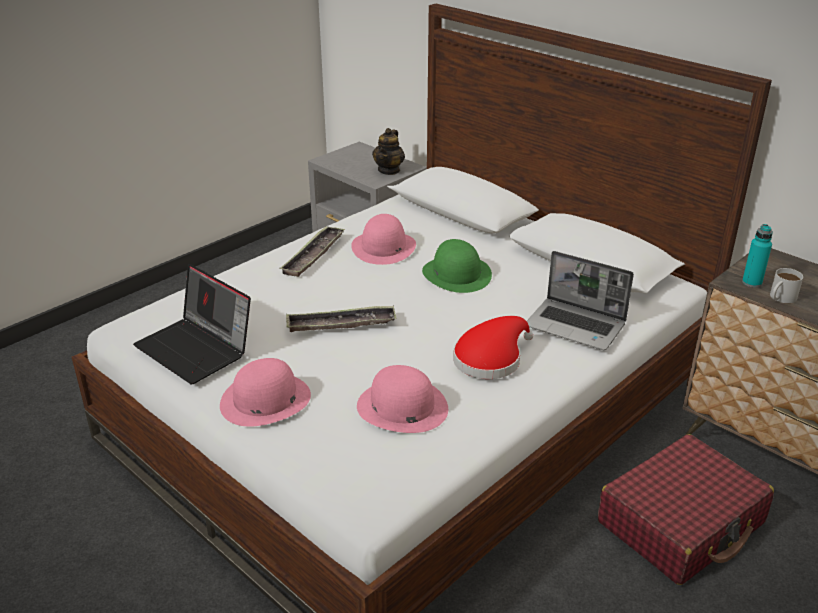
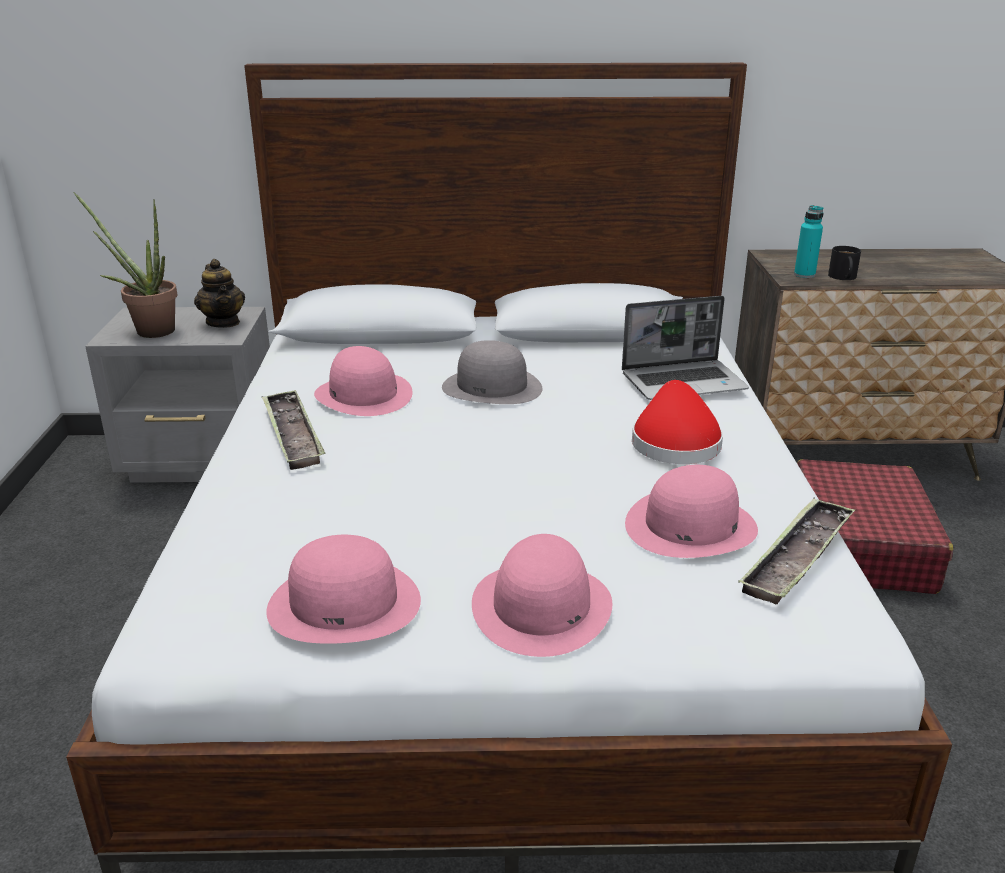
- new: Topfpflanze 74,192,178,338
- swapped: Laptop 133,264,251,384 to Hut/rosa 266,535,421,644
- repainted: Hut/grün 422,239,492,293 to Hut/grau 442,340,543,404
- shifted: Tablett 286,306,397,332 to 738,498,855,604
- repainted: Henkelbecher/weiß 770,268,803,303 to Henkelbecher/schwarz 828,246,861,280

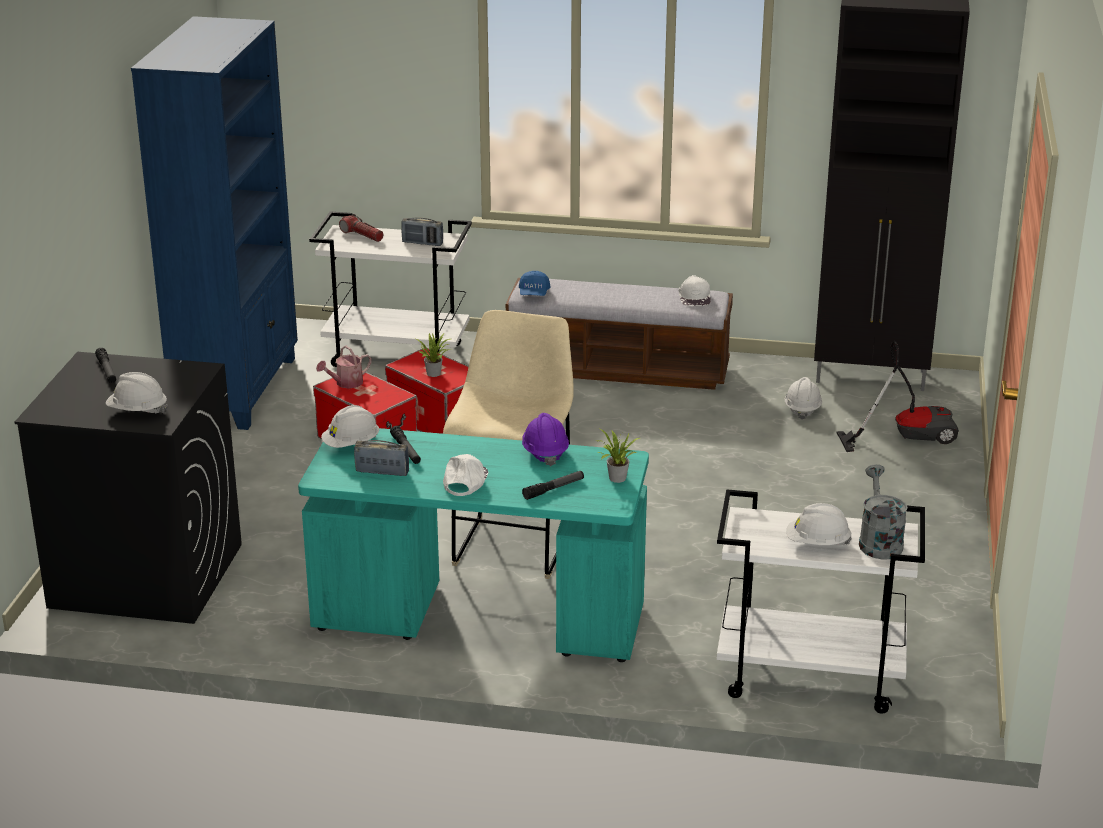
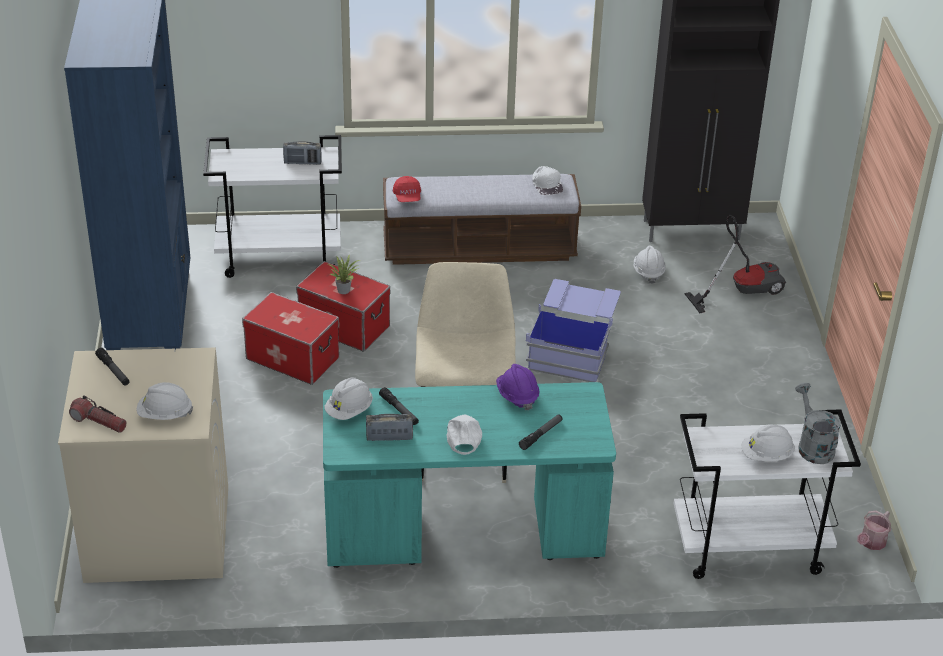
- repainted: Waschmaschine/schwarz 15,352,242,624 to Waschmaschine/beige 58,347,228,583
- shifted: Taschenlampe 339,214,384,242 to 69,395,127,433
- repainted: Kappe/blau 519,271,551,296 to Kappe/rot 393,176,421,202
- new: Aufbewahrungsbox/blau 526,279,621,382
- shifted: Gießkanne 316,346,371,389 to 857,511,891,550
- gone: Topfpflanze 597,429,640,483

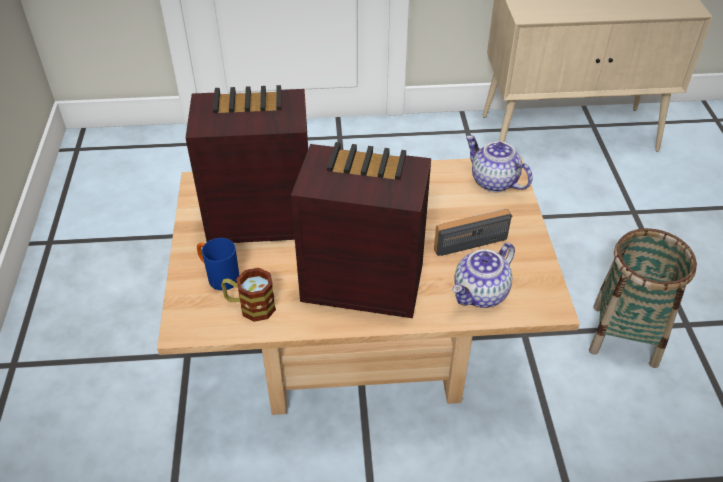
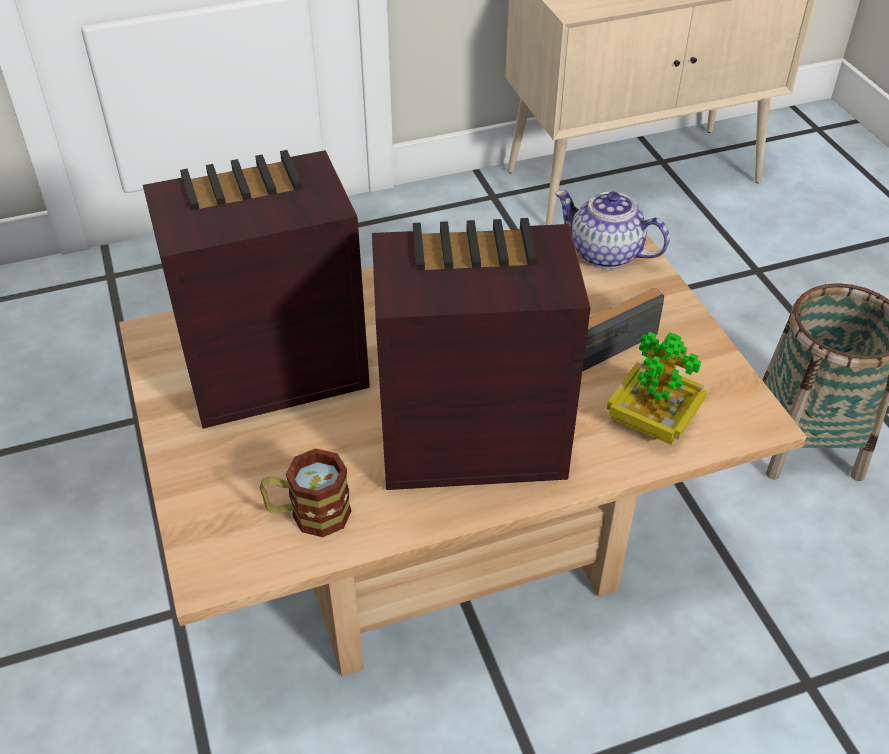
- swapped: Teekanne 452,242,515,308 to Topfpflanze 607,332,707,445
- gone: Henkelbecher/blau 197,238,240,290

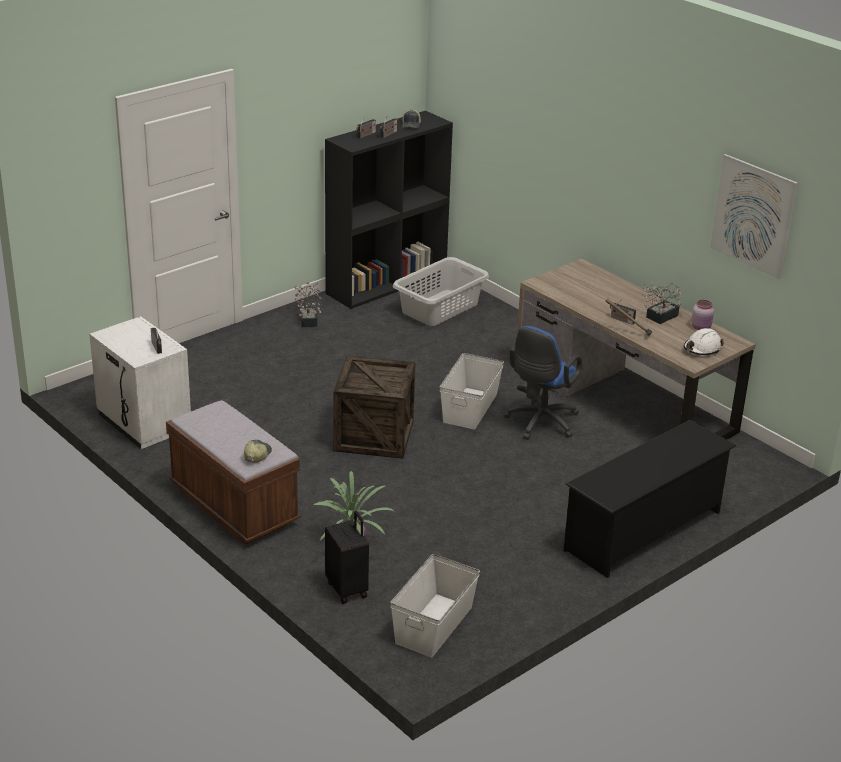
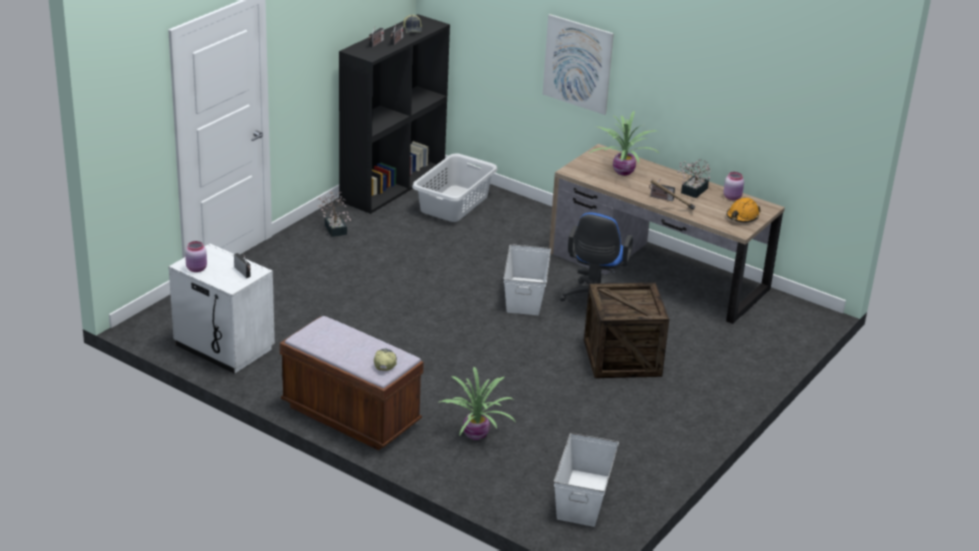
- new: Vorratsglas/rosa 185,241,207,272
- shifted: Bild 710,154,798,279 to 543,14,614,115
- shifted: Kiste 333,356,415,459 to 584,283,669,378
- new: Topfpflanze 590,111,660,176
- repainted: Schutzhelm/weiß 683,328,724,355 to Schutzhelm/orange 726,198,761,222
- gone: Koffer/schwarz 325,511,369,604
- gone: Schuhregal/schwarz 563,420,736,578

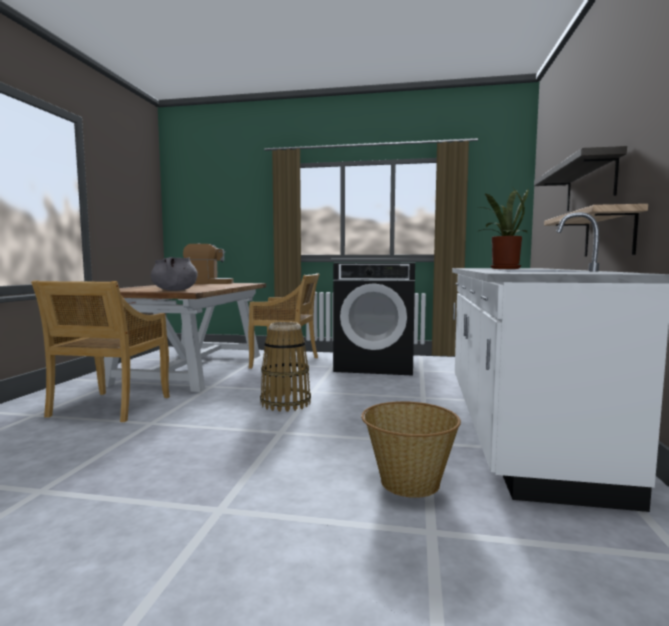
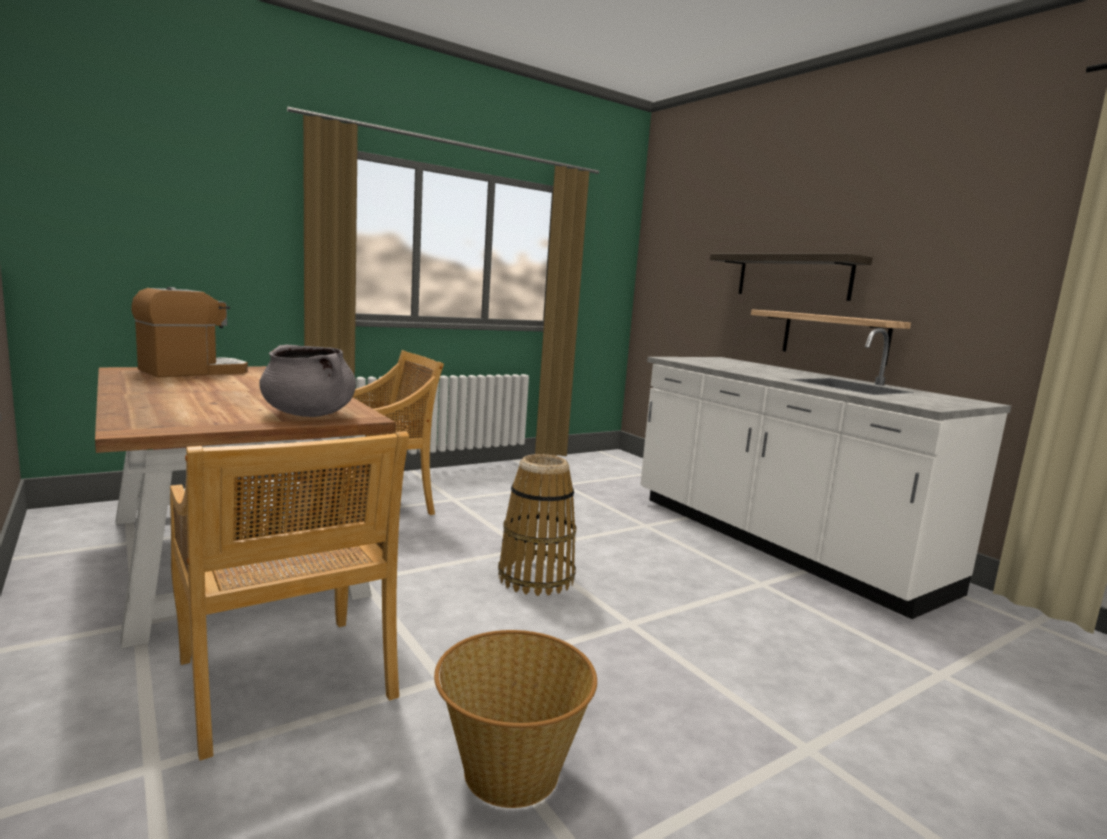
- shifted: Korb 361,401,461,498 to 434,630,597,808
- gone: Waschmaschine/schwarz 333,262,415,375
- gone: Topfpflanze 477,188,529,269

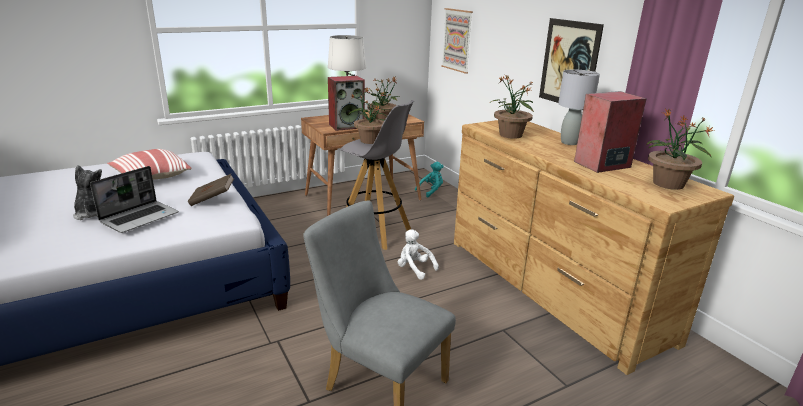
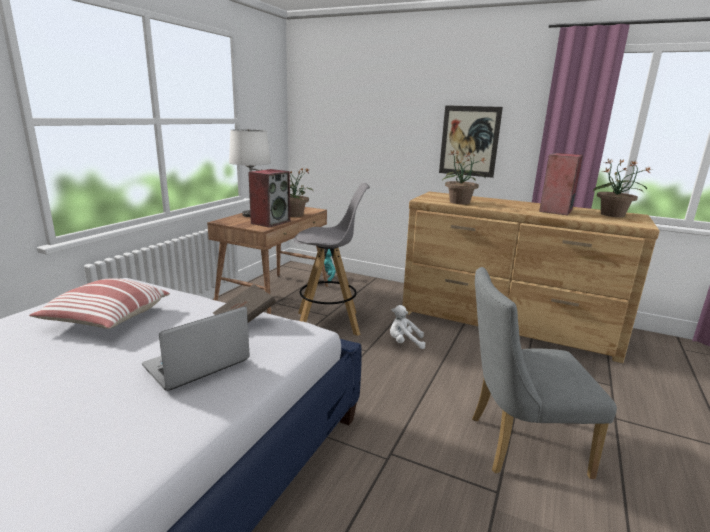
- rotated: Laptop 90,166,179,233 = 142,306,250,391 135 degrees counterclockwise
- gone: Plüschtier 73,165,102,220
- gone: Topfpflanze 348,88,387,144
- gone: Bild 441,8,473,74
- gone: Tischlampe/grau 558,70,600,145

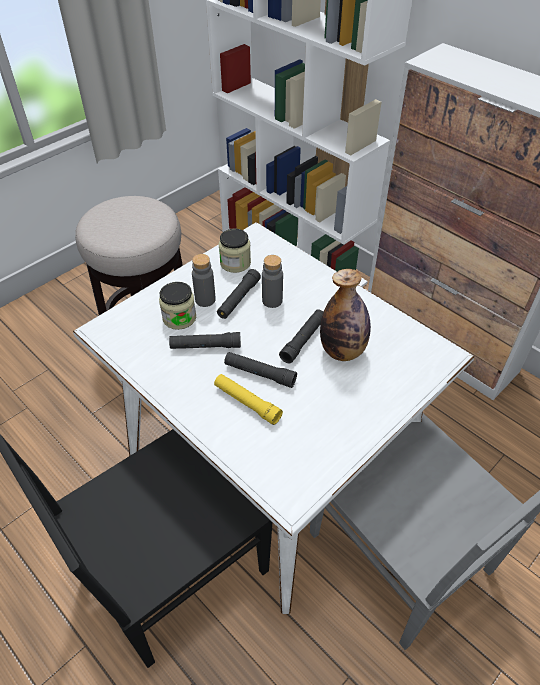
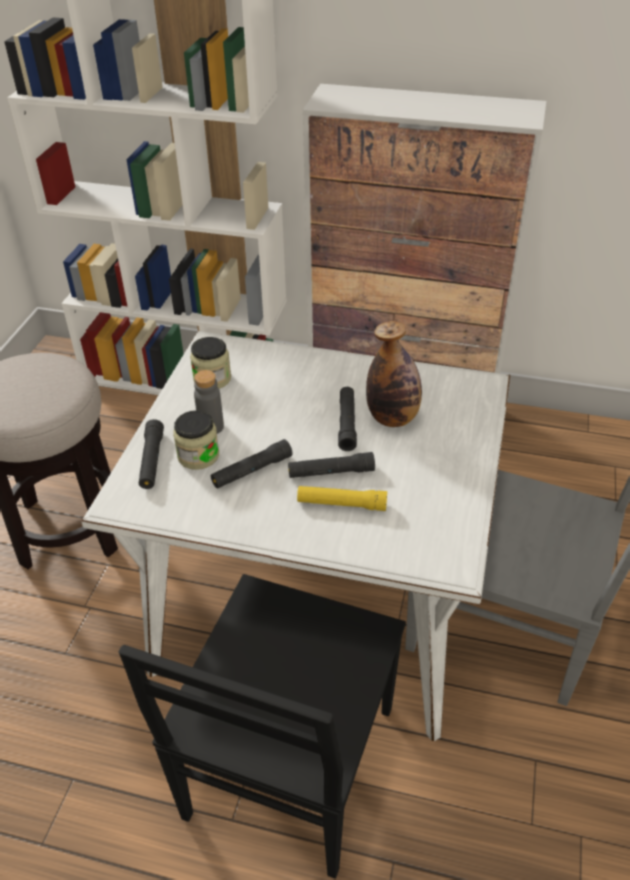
- shifted: Taschenlampe/schwarz 217,269,261,319 to 139,419,164,489
- gone: Flasche/grau 262,255,283,308

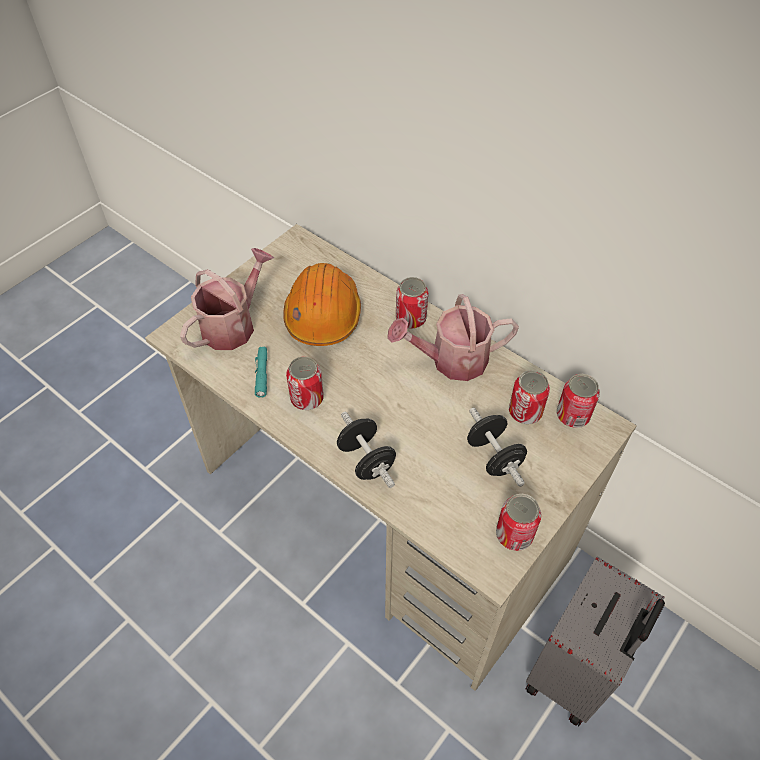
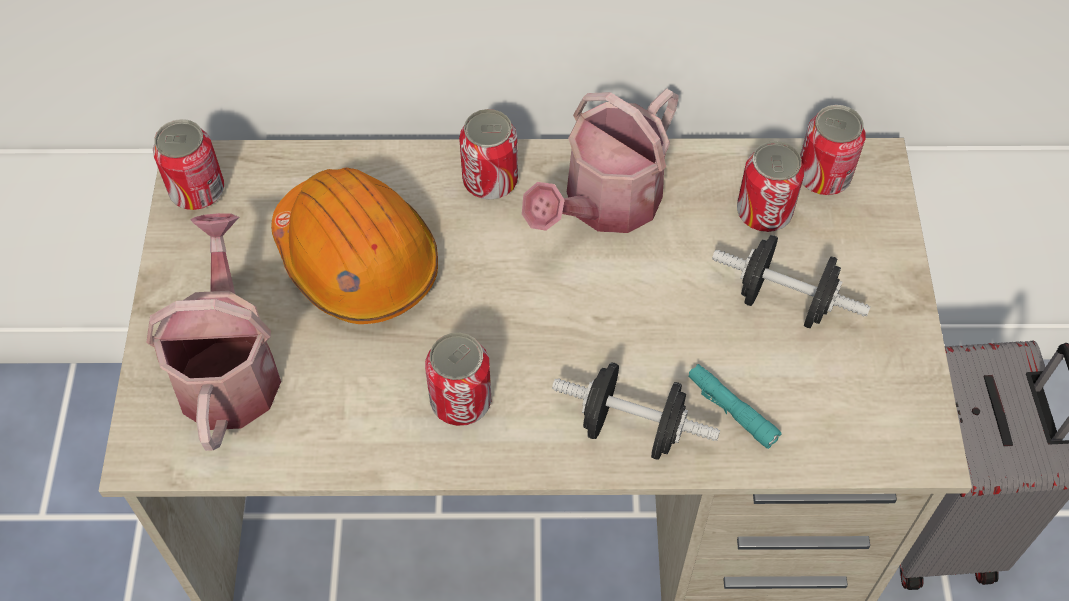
- shifted: Dose 496,494,541,551 to 153,119,224,210
- shifted: Taschenlampe/türkis 255,347,267,398 to 689,364,782,449

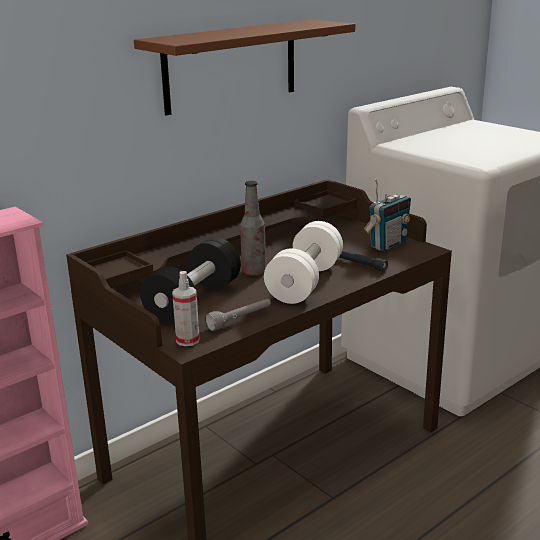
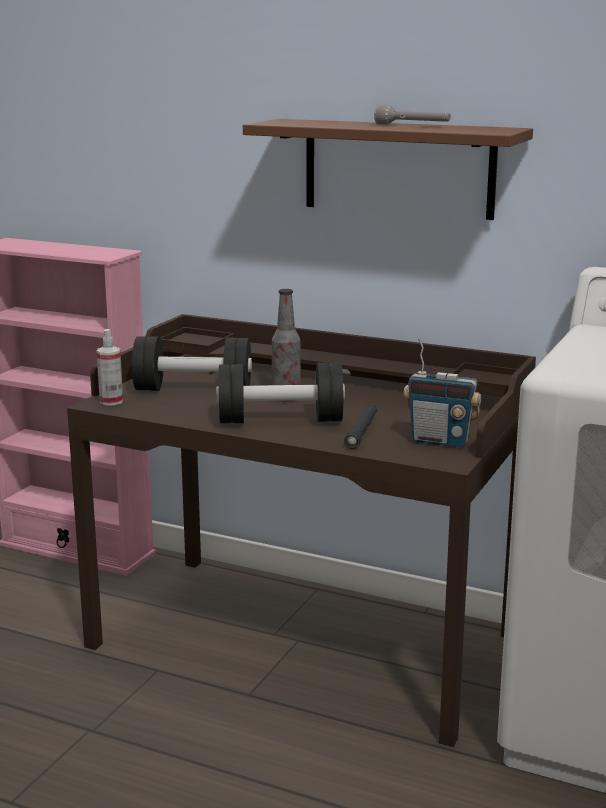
- repainted: Hantel/weiß 264,221,343,304 to Hantel/schwarz 216,363,345,423
- shifted: Taschenlampe/grau 205,299,271,331 to 374,104,451,125

